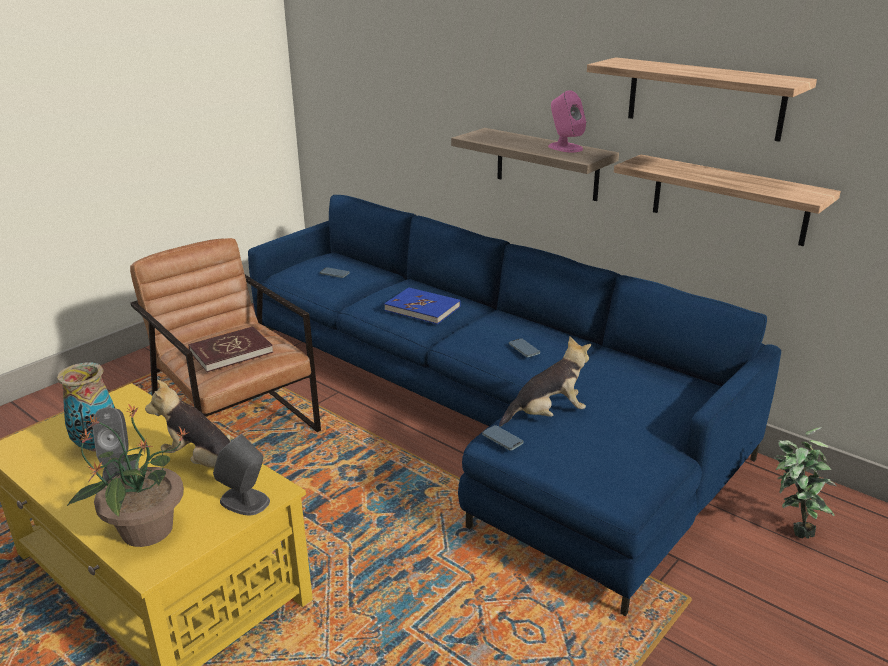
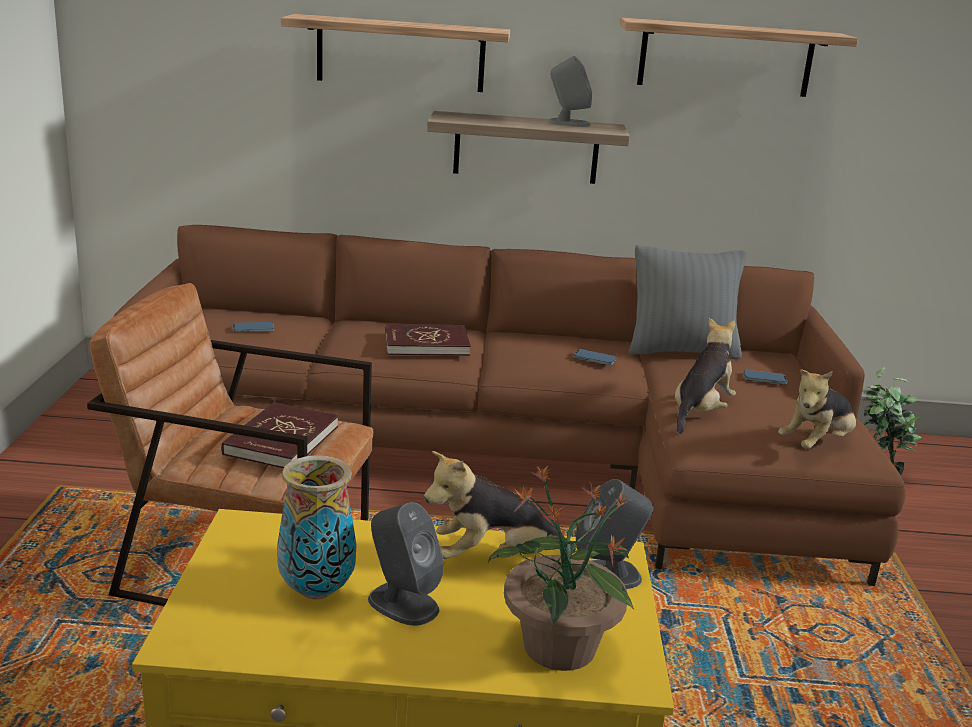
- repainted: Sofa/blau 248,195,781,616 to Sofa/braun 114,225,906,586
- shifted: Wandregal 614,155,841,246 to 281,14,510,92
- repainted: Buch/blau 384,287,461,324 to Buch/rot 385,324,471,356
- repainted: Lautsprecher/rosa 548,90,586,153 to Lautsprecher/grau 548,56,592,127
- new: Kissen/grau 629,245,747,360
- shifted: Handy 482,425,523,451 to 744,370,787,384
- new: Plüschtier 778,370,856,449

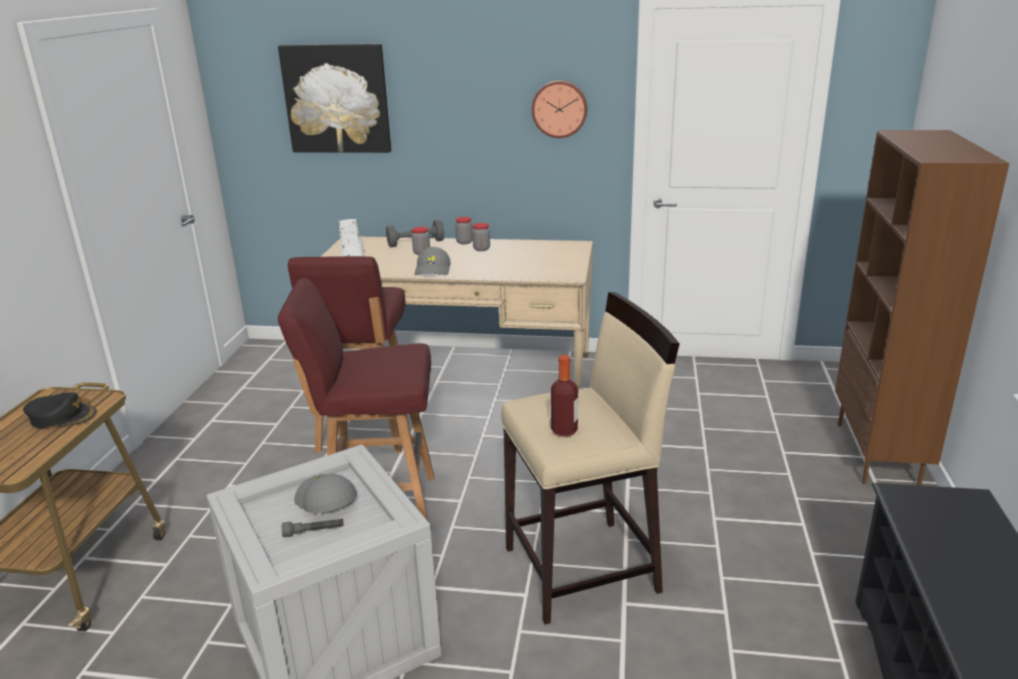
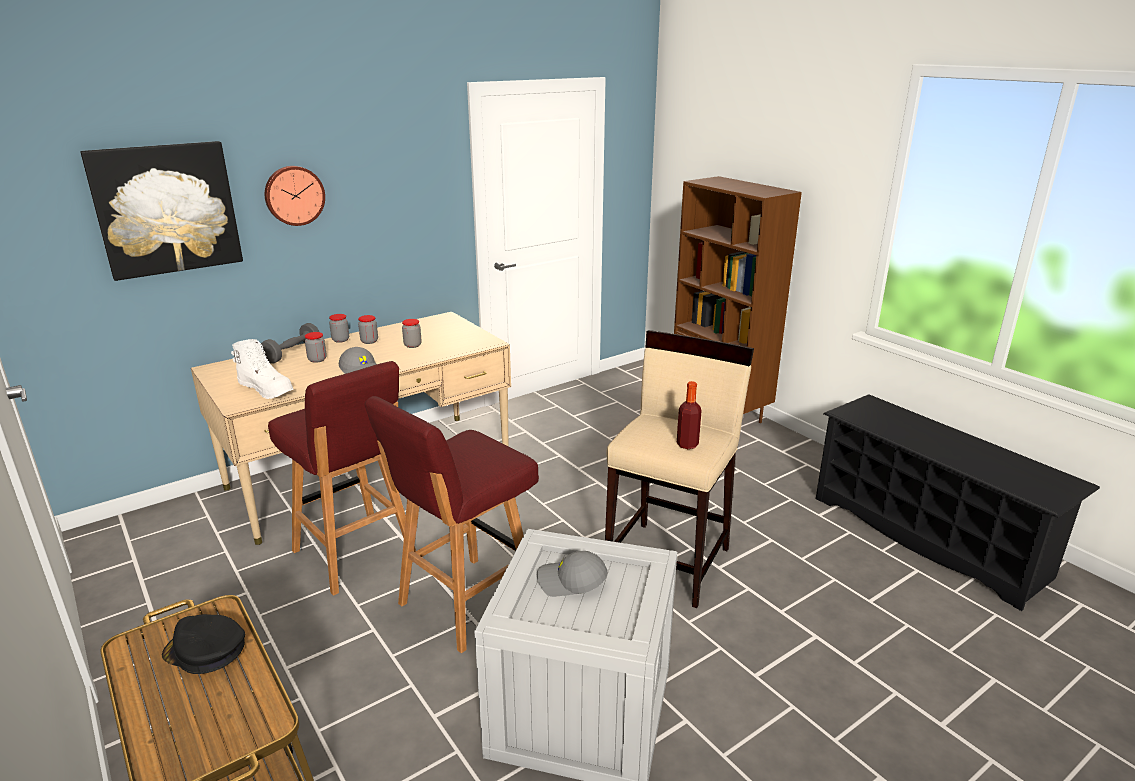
- rotated: Kappe/schwarz 23,392,97,428 = 162,614,245,674 120 degrees counterclockwise
- shifted: Wanduhr 532,80,587,138 to 265,166,325,226
- new: Vorratsglas 402,319,422,348
- gone: Taschenlampe/grau 282,519,344,537

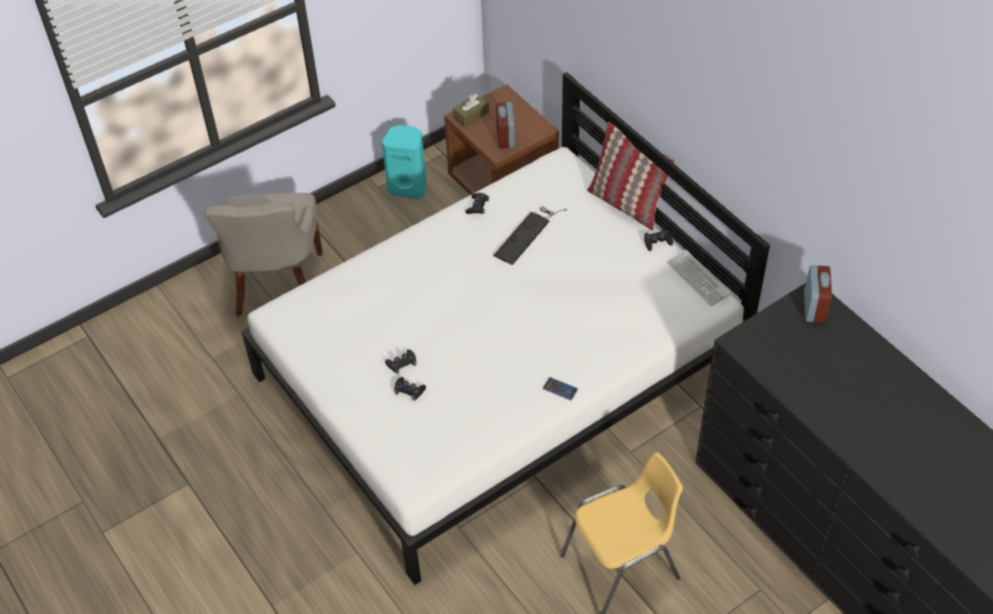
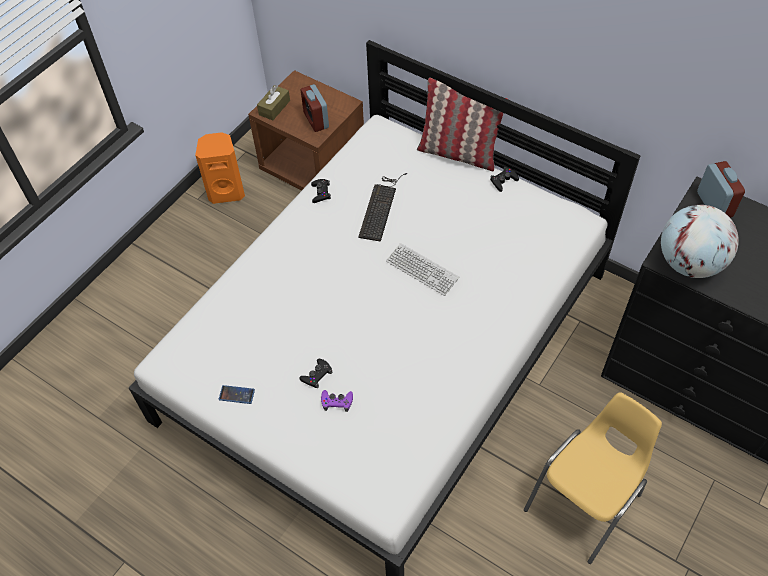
- repainted: Lautsprecher/türkis 382,125,426,199 to Lautsprecher/orange 195,132,245,204
- shifted: Handy 543,377,578,400 to 219,385,255,404
- repainted: Gamepad/schwarz 394,377,426,401 to Gamepad/lila 321,390,353,412
- shifted: Tastatur 667,250,731,307 to 386,243,459,296
- new: Globus 661,205,739,278
- gone: Stuhl/grau 204,193,323,317

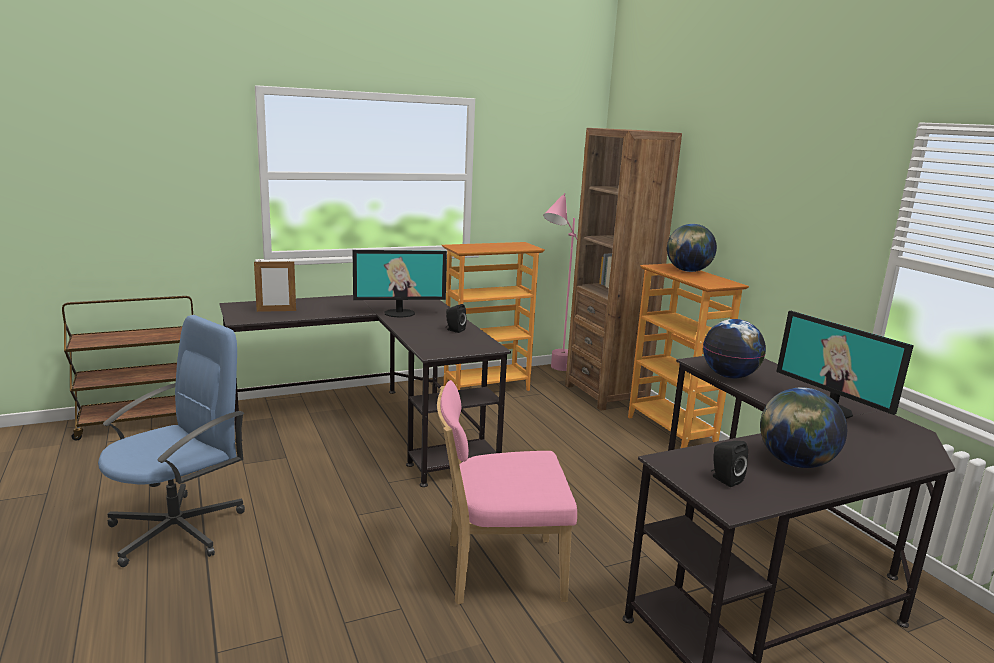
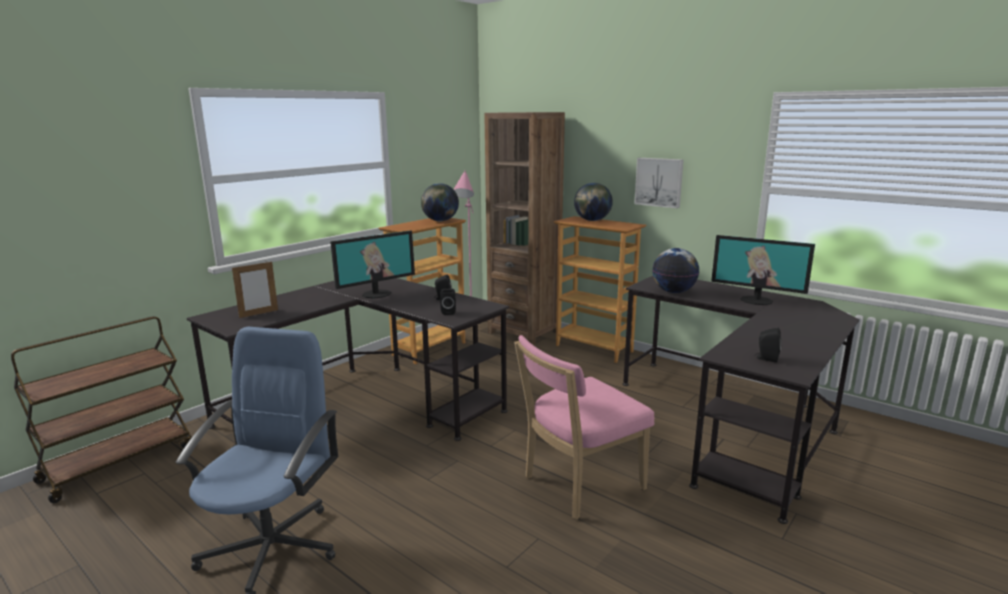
- shifted: Globus 760,387,847,468 to 421,183,459,221
- new: Lautsprecher/schwarz 440,289,456,315
- new: Bild 634,158,684,208

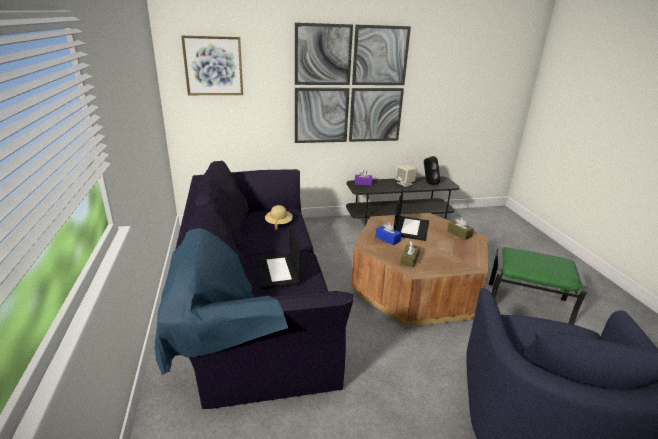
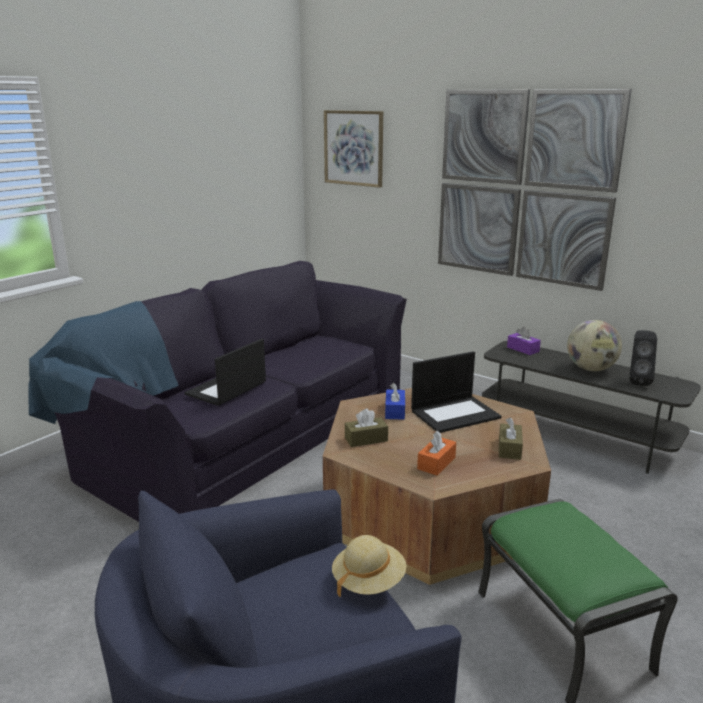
- shifted: Hut/beige 265,205,293,230 to 332,535,407,598
- new: Taschentuchbox/orange 417,431,456,476
- swapped: Lautsprecher/beige 395,165,417,187 to Globus 567,320,622,371

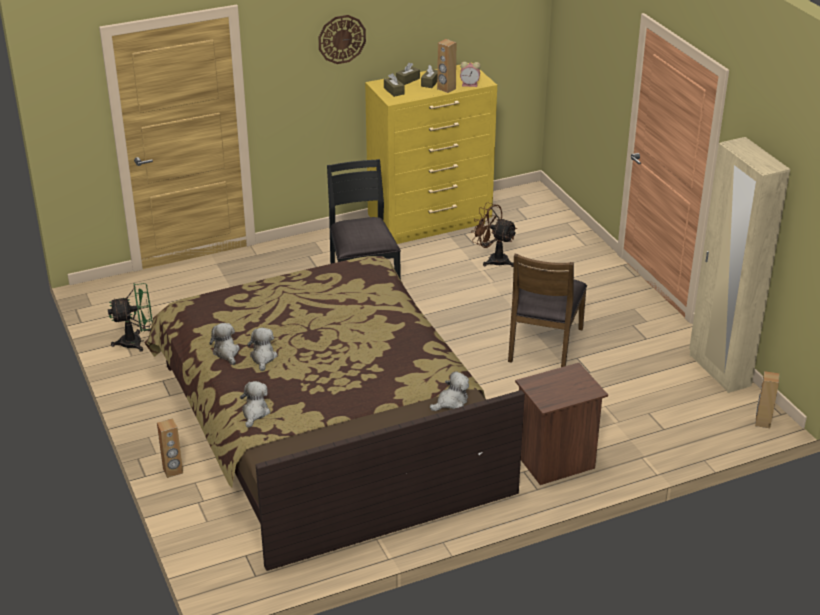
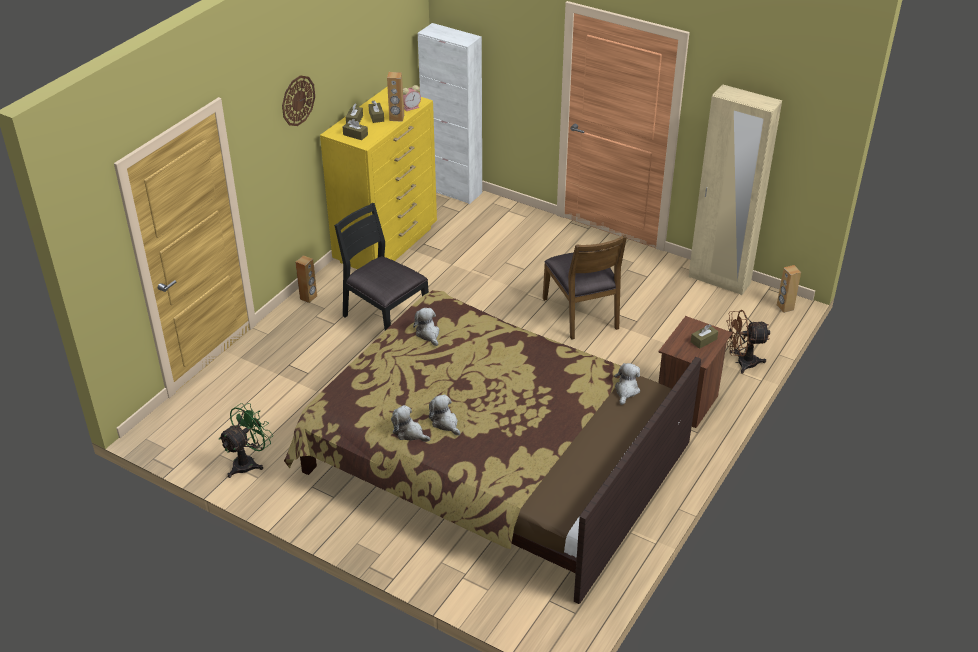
- shifted: Lautsprecher/braun 157,418,183,478 to 295,255,317,303
- shifted: Plüschtier 240,381,270,428 to 413,308,439,346
- new: Schrank/weiß 418,23,482,204
- new: Taschentuchbox/braun 691,324,718,349
- shifted: Ventilator/braun 471,202,517,267 to 726,310,770,374

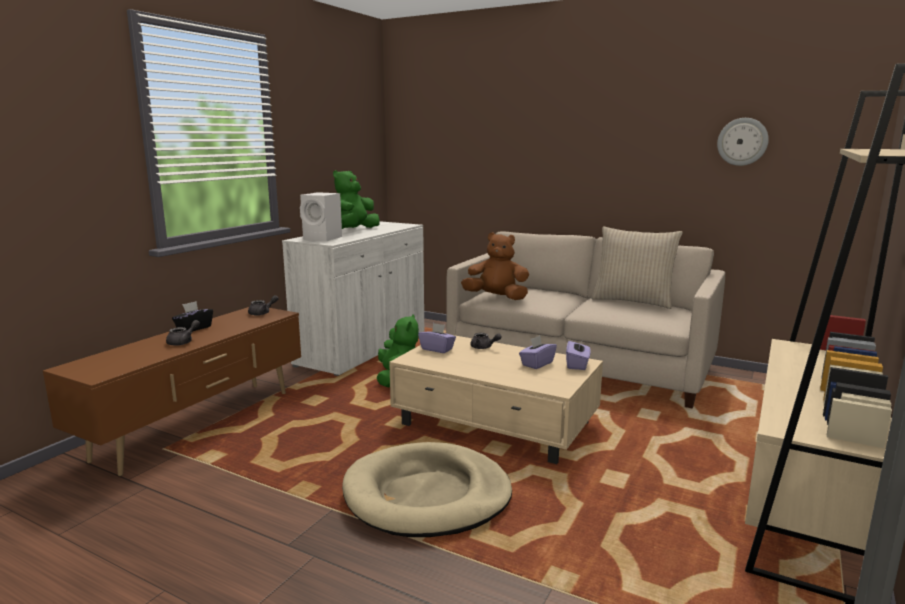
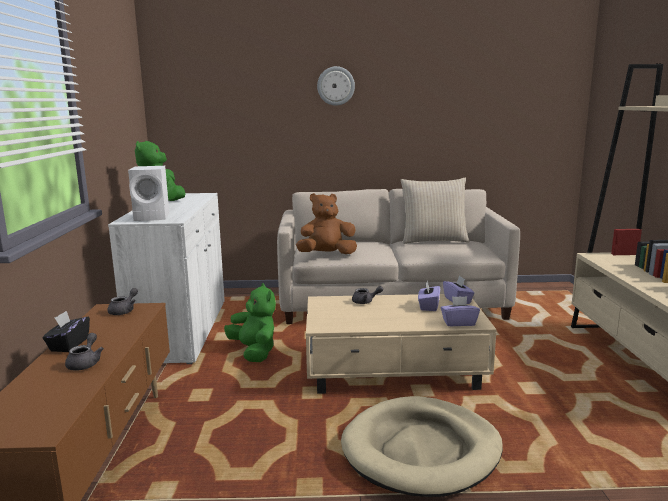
- shifted: Wanduhr 717,118,769,166 to 317,66,355,106
- shifted: Taschentuchbox/lila 418,323,456,353 to 441,296,480,326

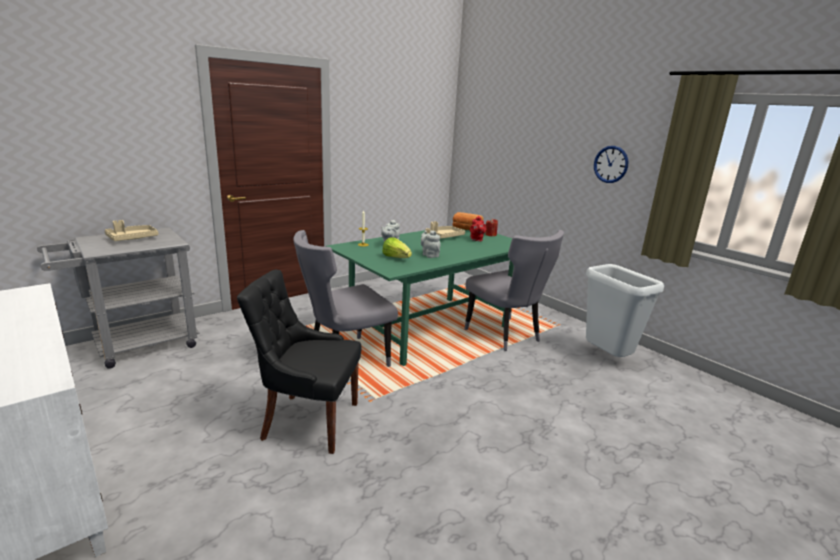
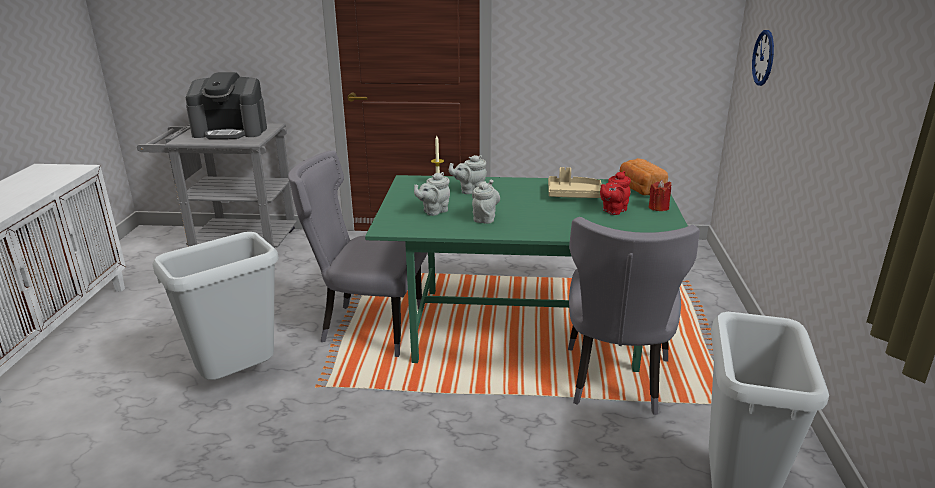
- swapped: Stuhl/schwarz 237,270,362,454 to Mülleimer/grau 152,232,279,380
- swapped: Tablett/beige 105,220,159,241 to Kaffeemaschine 186,72,267,140
- swapped: Salatkopf 382,237,412,258 to Teekanne/grau 414,172,450,216
- shifted: Wanduhr 594,146,628,183 to 752,30,774,86

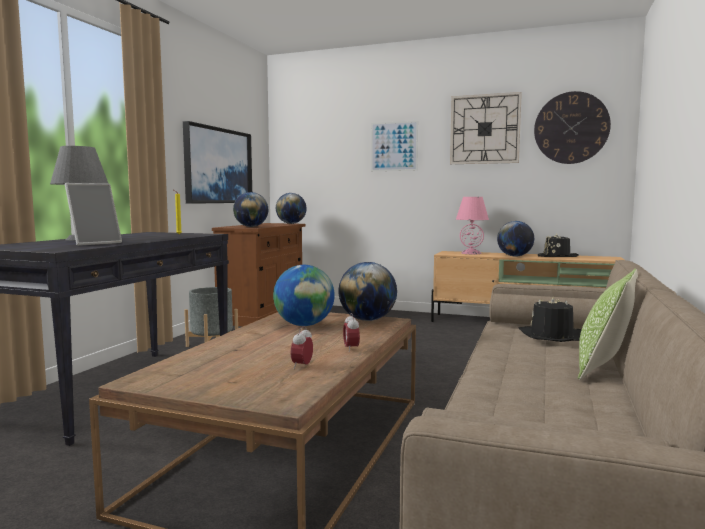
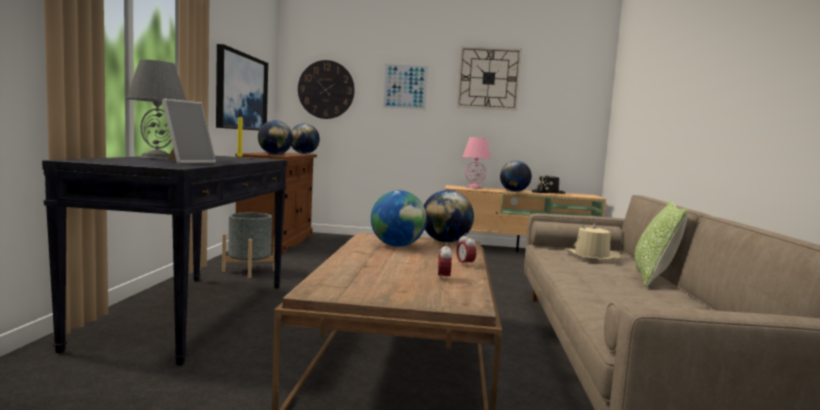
- shifted: Wanduhr 534,91,611,164 to 298,60,355,119
- repainted: Hut/schwarz 518,297,582,342 to Hut/beige 565,223,621,260

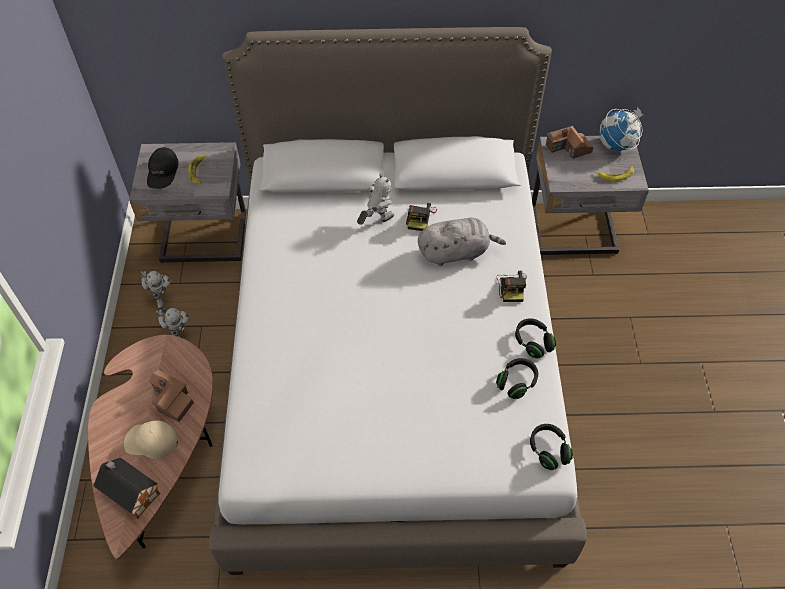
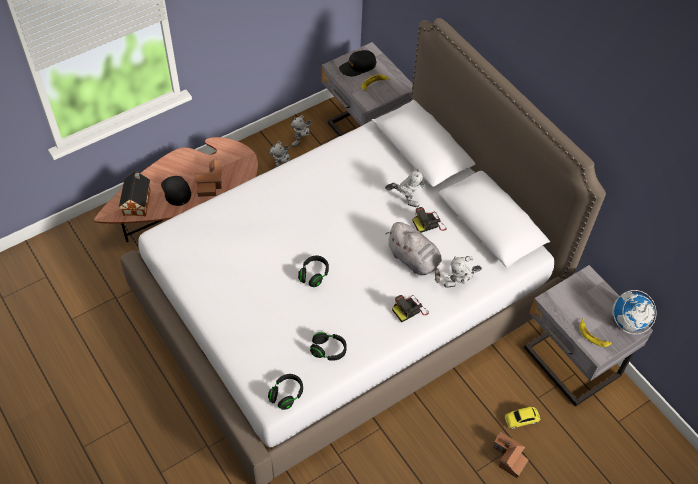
- repainted: Kappe/beige 124,420,178,459 to Kappe/schwarz 161,176,191,206
- shifted: Kopfhörer/schwarz 515,318,556,359 to 298,256,329,287
- new: Spielzeugroboter 444,256,482,288
- shifted: Spielzeughaus 546,126,593,159 to 493,432,528,478
- new: Spielzeugauto 505,407,540,429

